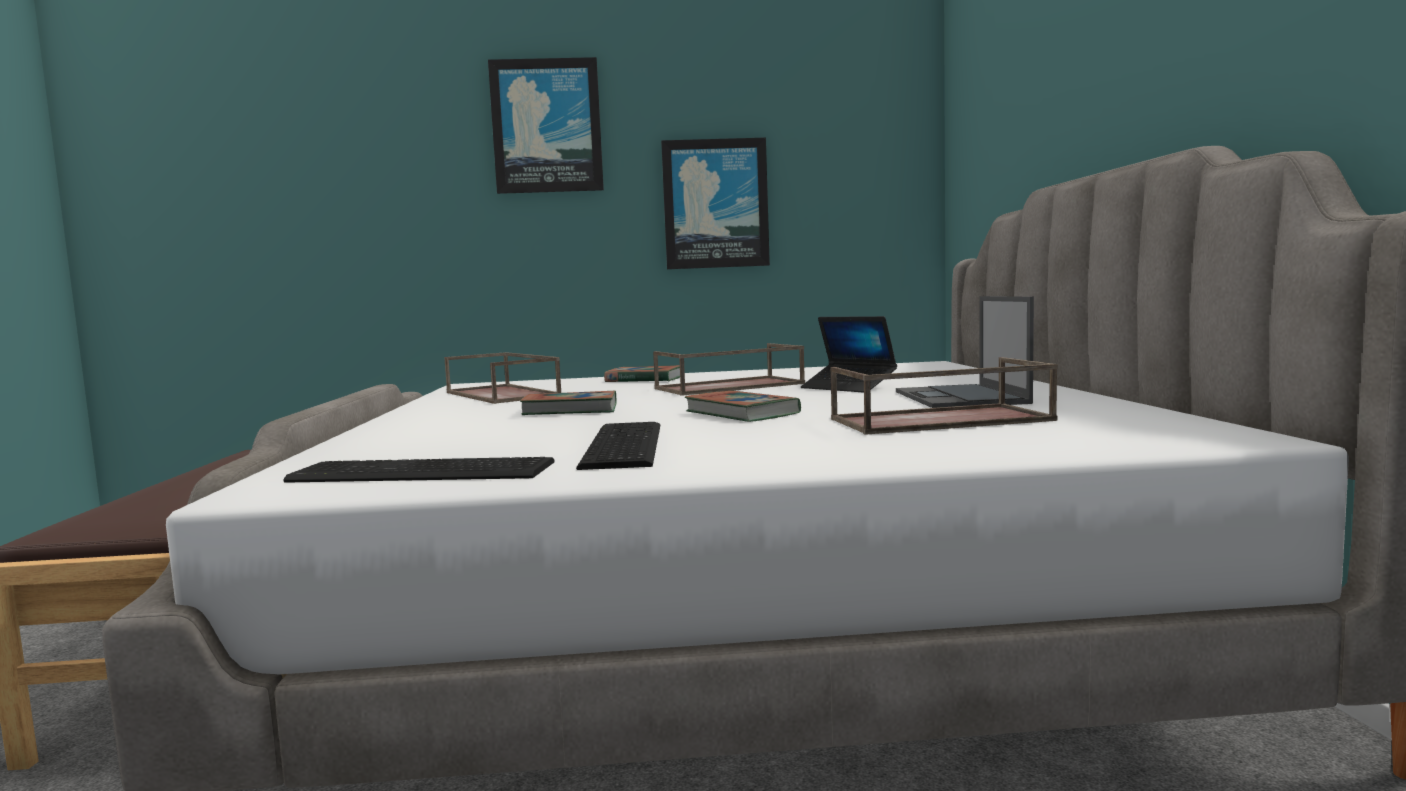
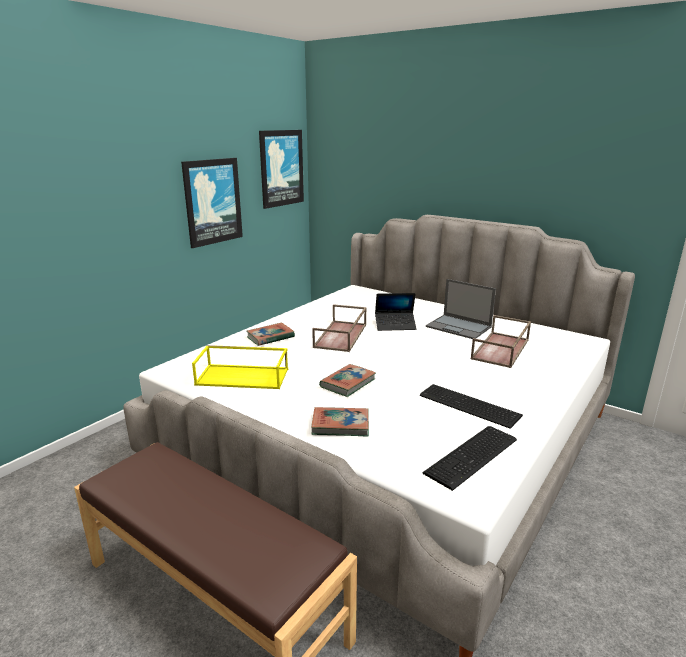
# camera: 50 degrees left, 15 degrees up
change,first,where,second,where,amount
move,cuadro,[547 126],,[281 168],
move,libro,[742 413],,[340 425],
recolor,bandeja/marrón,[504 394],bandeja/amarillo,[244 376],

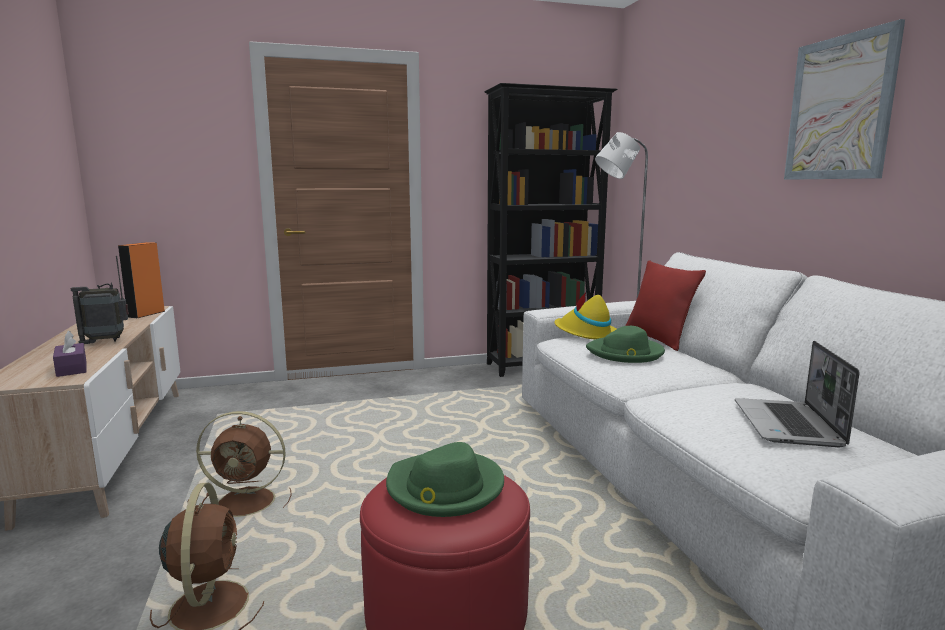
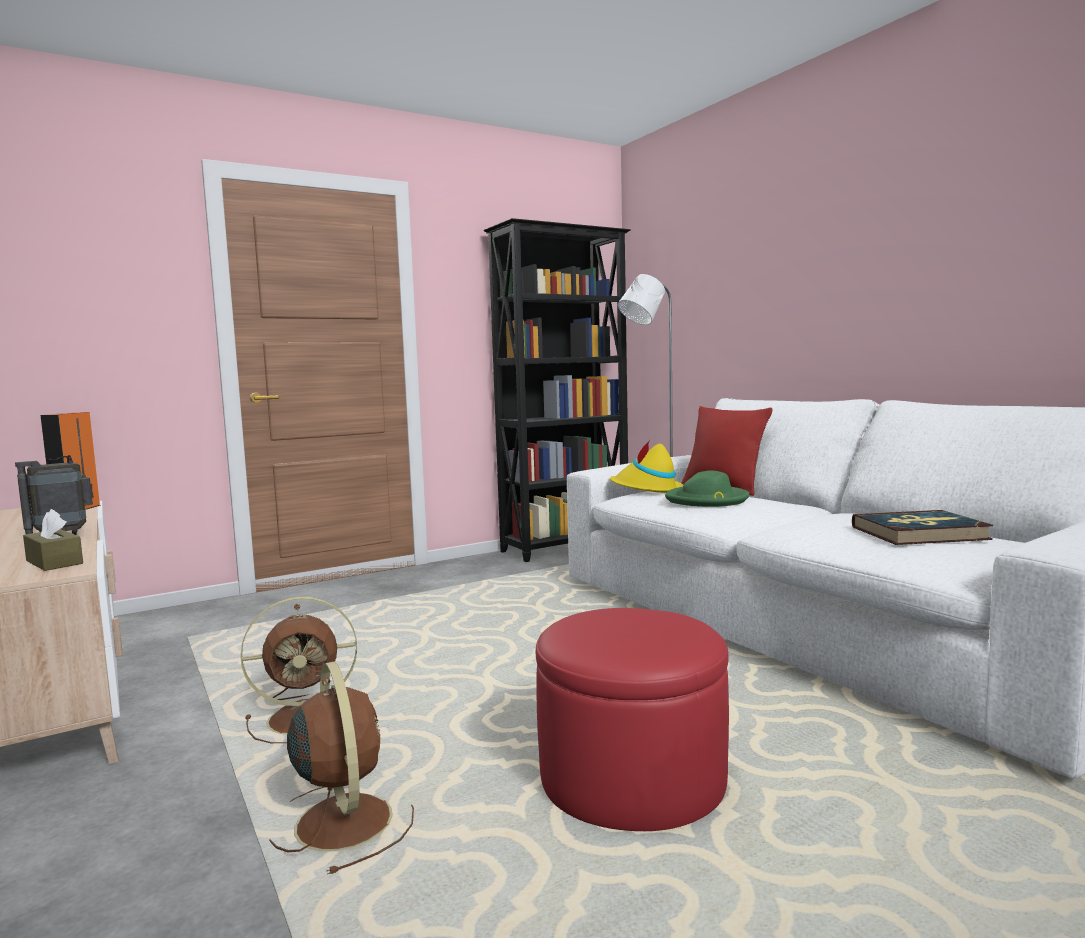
# camera: 15 degrees left, 5 degrees down
change,first,where,second,where,amount
delete,sombrero/verde,[444 488],,,
delete,cuadro,[839 108],,,
replace,portátil,[788 425],libro,[919 533],
recolor,caja de pañuelos/morado,[71 368],caja de pañuelos/marrón,[54 562],

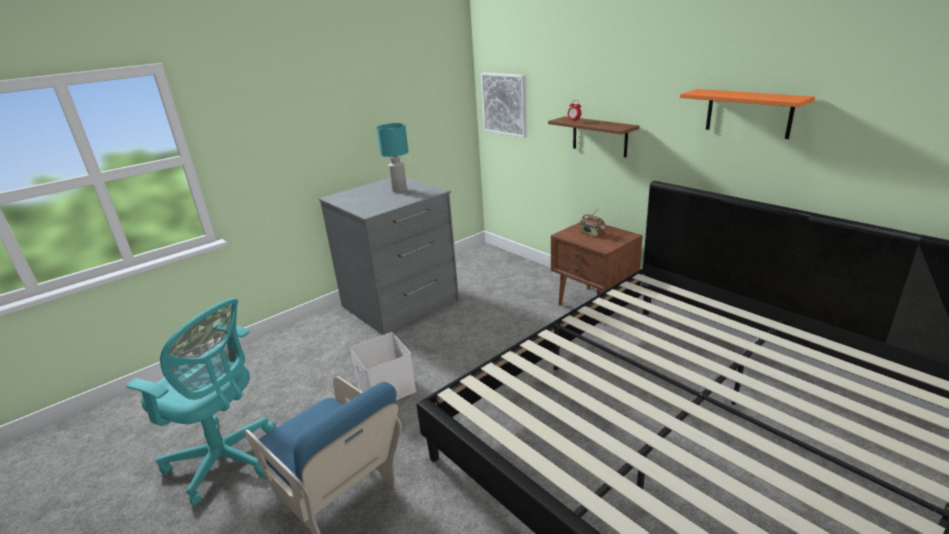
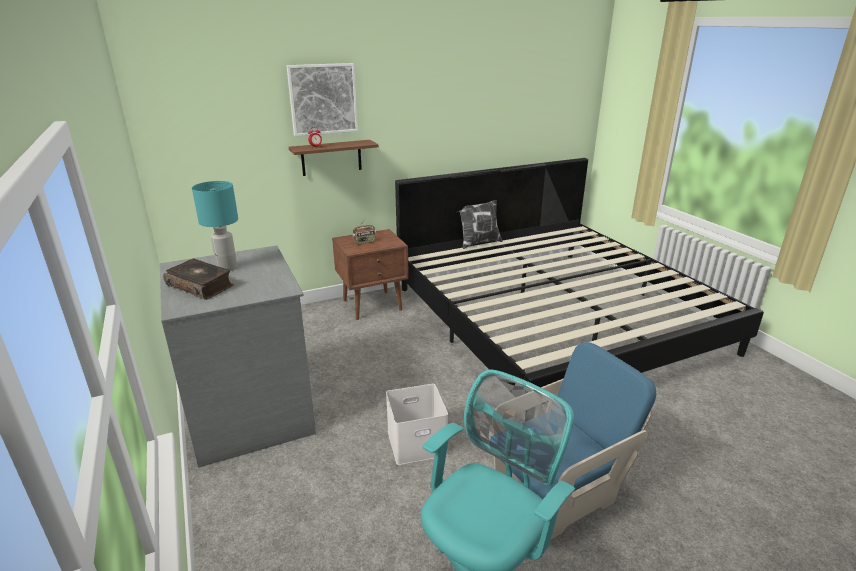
# camera: 75 degrees left, 0 degrees up
change,first,where,second,where,amount
delete,estante/naranja,[748 113],,,
insert,,,libro,[201 286],
insert,,,cojín,[478 243],
move,cuadro,[505 104],,[323 99],

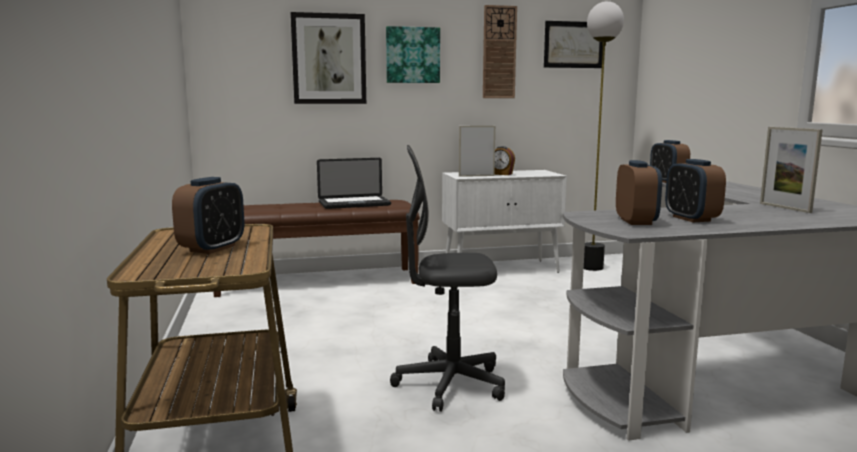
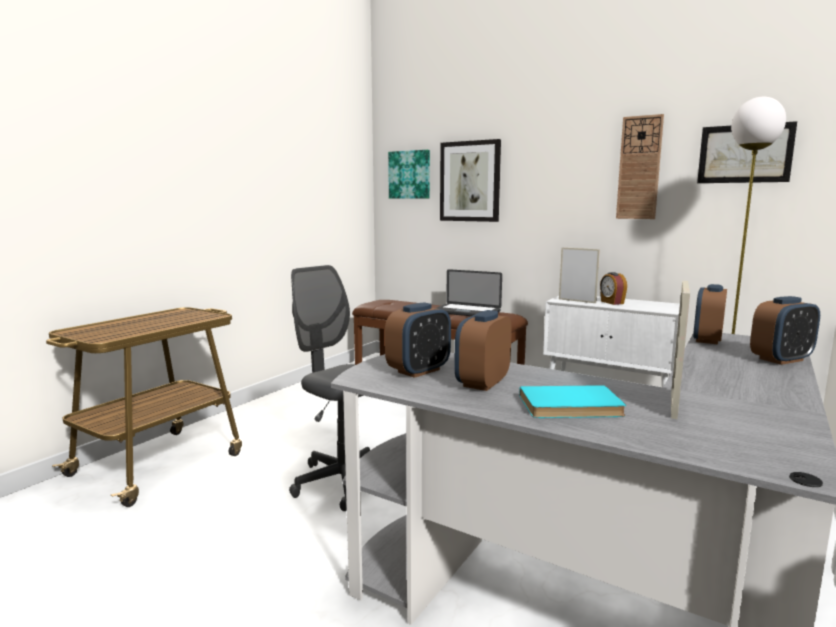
# camera: 45 degrees right, 0 degrees up
change,first,where,second,where,amount
insert,,,libro/turquesa,[571 407],
move,despertador,[212 248],,[781 359],
move,cuadro,[412 55],,[410 175],

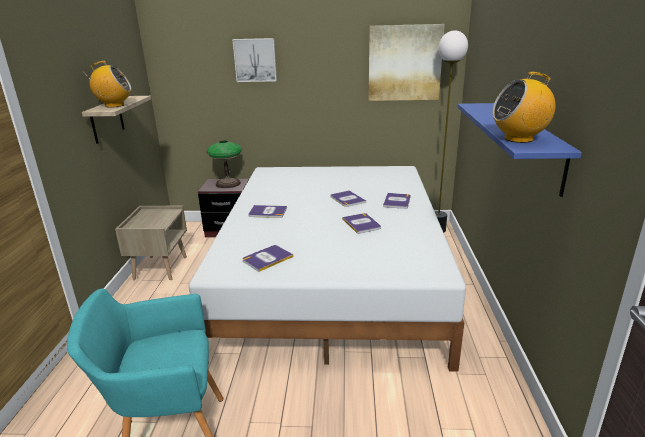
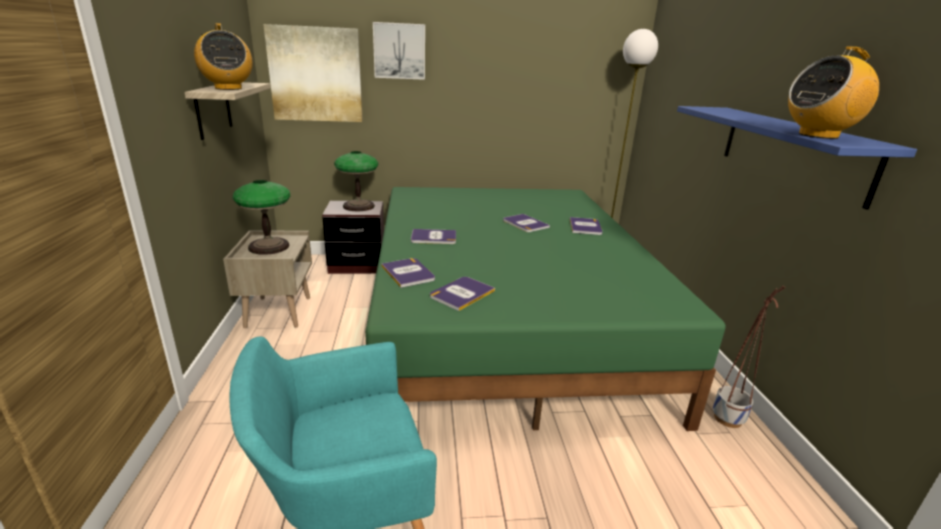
# camera: 10 degrees left, 0 degrees up
change,first,where,second,where,amount
insert,,,lámpara de mesa,[268 247],
insert,,,maceta,[728 419],
move,libro,[361 224],,[408 273],
move,cuadro,[404 63],,[316 74],
recolor,cama/blanco,[332 277],cama/verde,[504 320],
rotate,radio,[114 105],,[228 88],75 degrees clockwise

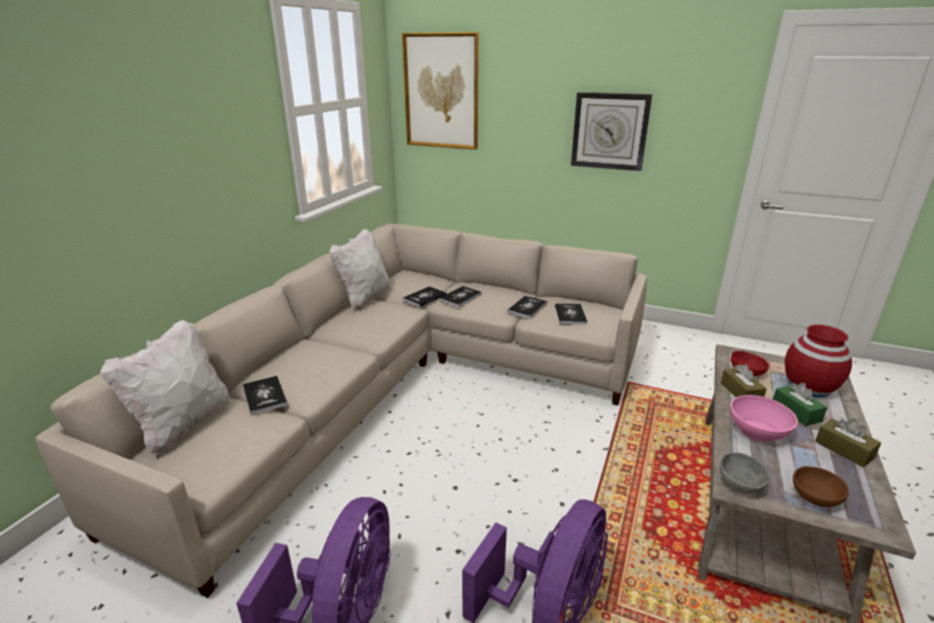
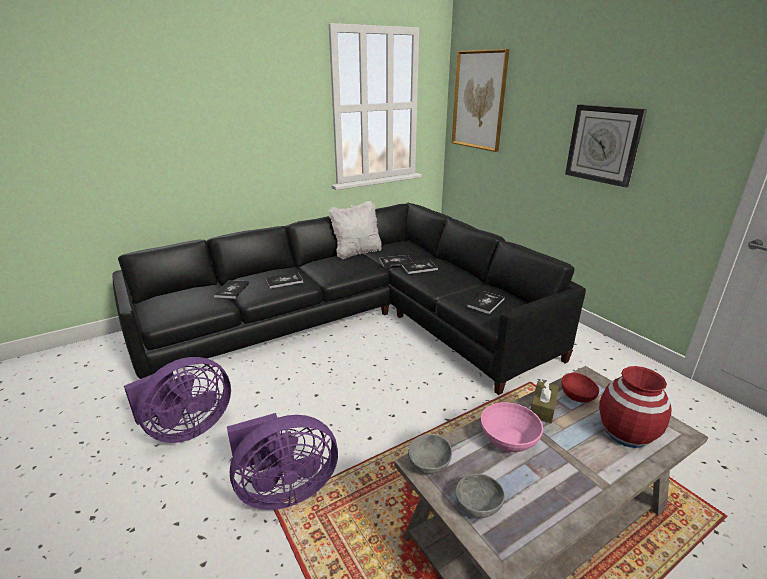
# camera: 35 degrees right, 0 degrees up
change,first,where,second,where,amount
delete,cojín/blanco,[184 425],,,
delete,caja de pañuelos/verde,[796 412],,,
delete,caja de pañuelos/marrón,[844 449],,,
move,libro,[527 308],,[284 281],
recolor,sofá/beis,[403 384],sofá/negro,[358 321],
recolor,cuenco/marrón,[814 497],cuenco/gris,[477 505],

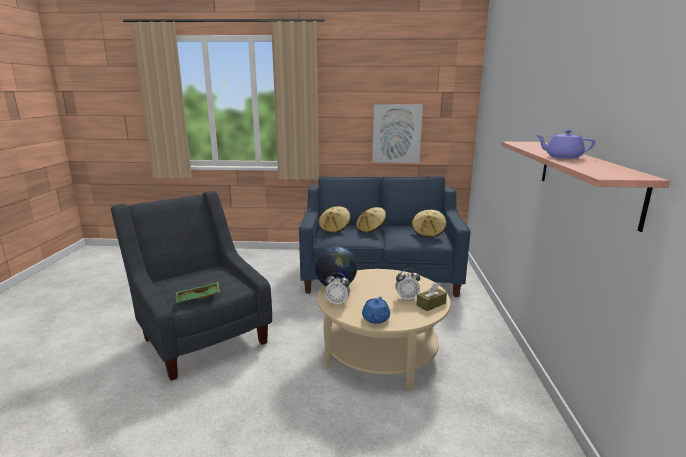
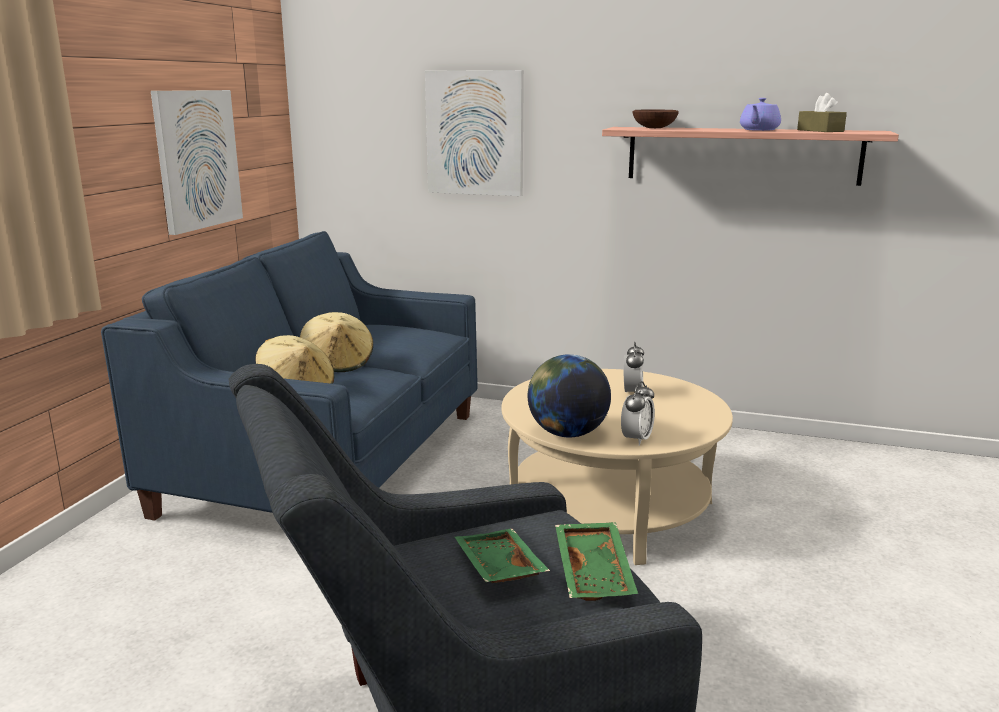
# camera: 75 degrees left, 0 degrees up
change,first,where,second,where,amount
delete,tetera/azul,[375 319],,,
delete,sombrero/beis,[428 233],,,
insert,,,cuadro,[475 133],
insert,,,bandeja/verde,[497 568],
insert,,,cuenco/marrón,[653 128],
move,caja de pañuelos/marrón,[431 304],,[820 131],

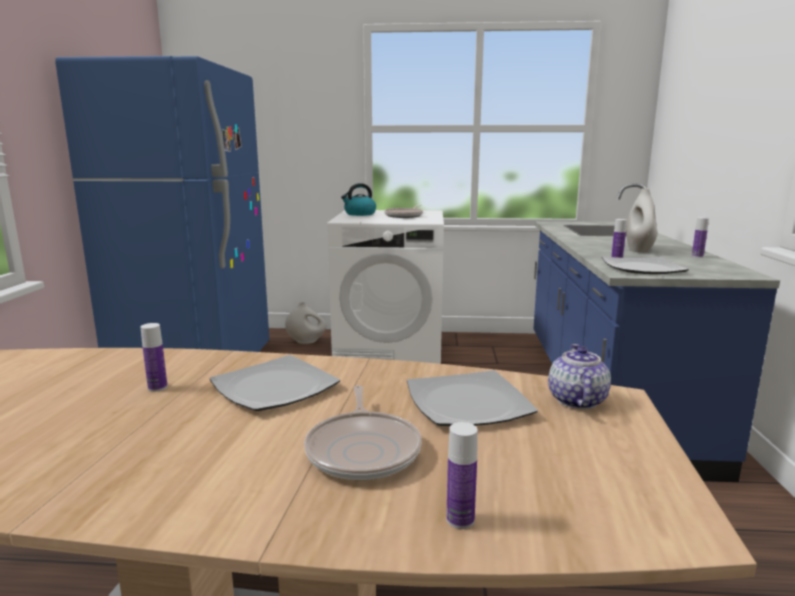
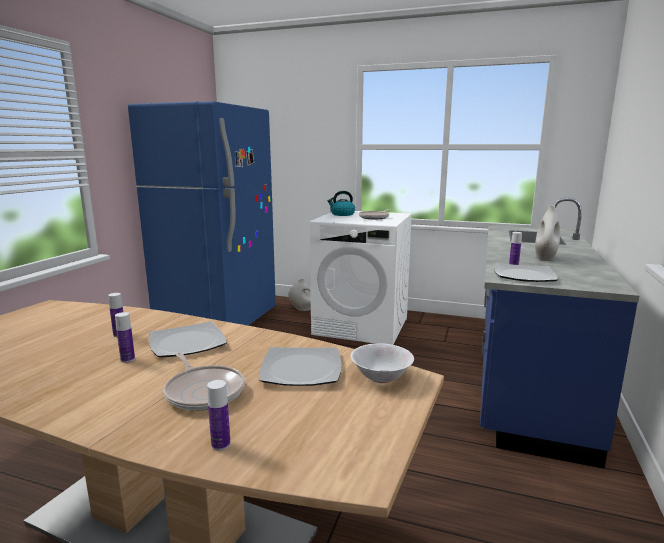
# camera: 15 degrees right, 0 degrees up
change,first,where,second,where,amount
move,botella,[697 256],,[127 359],
replace,tetera,[576 401],cuenco/blanco,[381 377],
rotate,sartén,[363 450],,[204 391],45 degrees counterclockwise

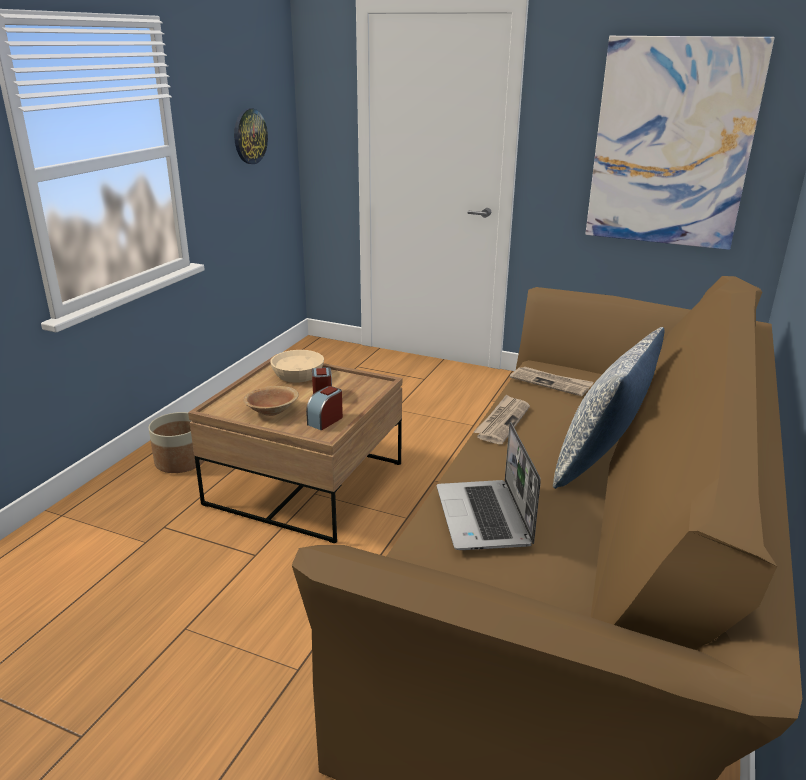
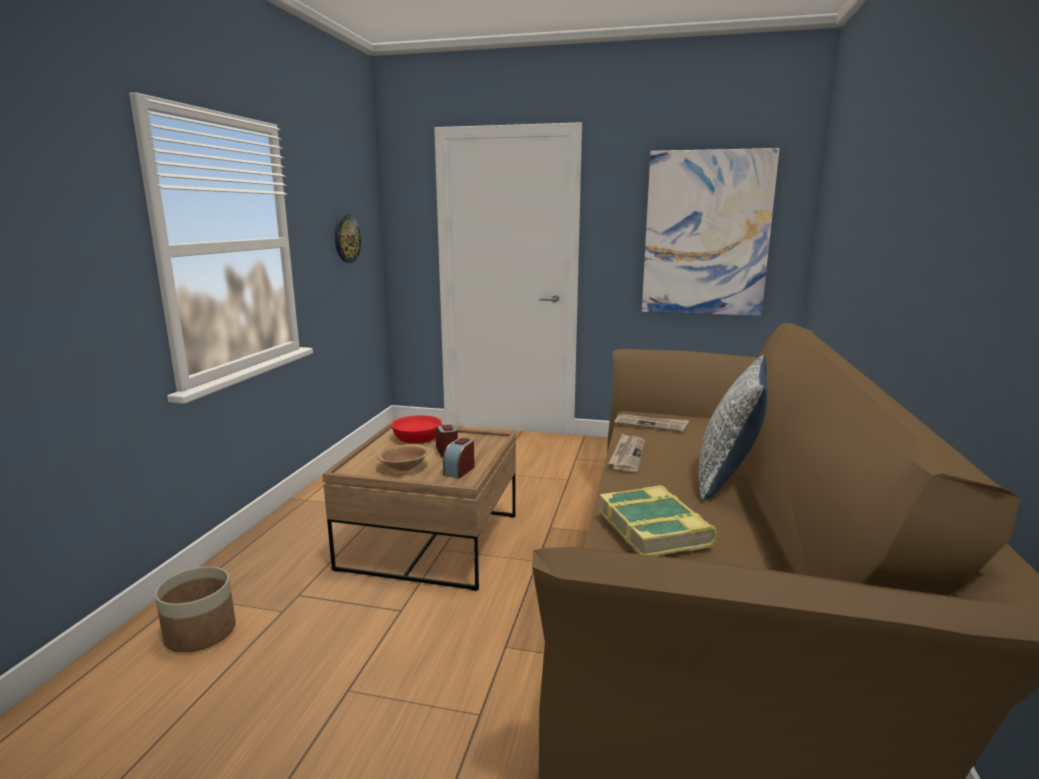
# camera: 10 degrees left, 10 degrees down
change,first,where,second,where,amount
move,maceta,[181 461],,[201 632],
replace,portátil,[484 517],libro,[655 529],
recolor,cuenco/beis,[297 375],cuenco/rojo,[416 437],

